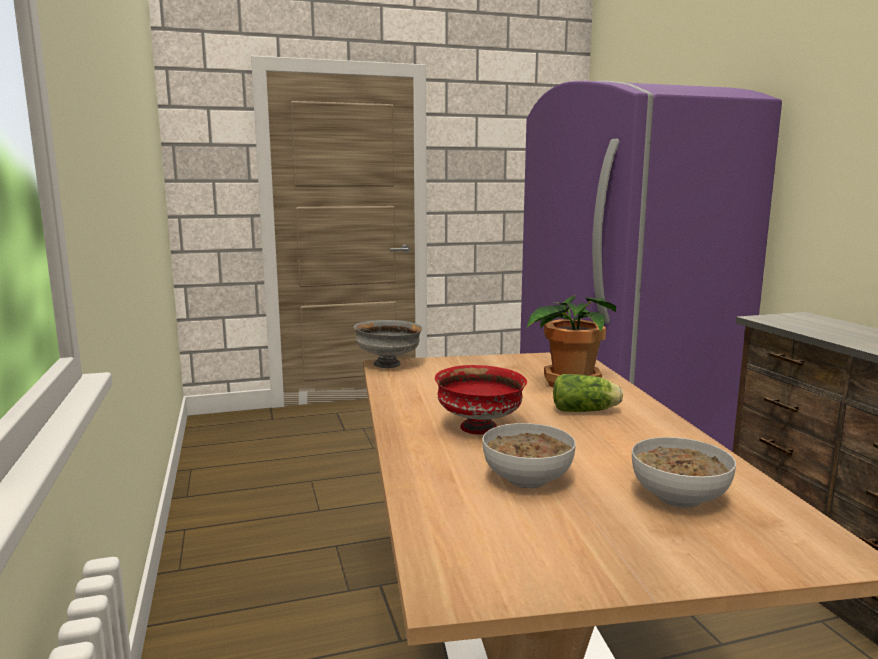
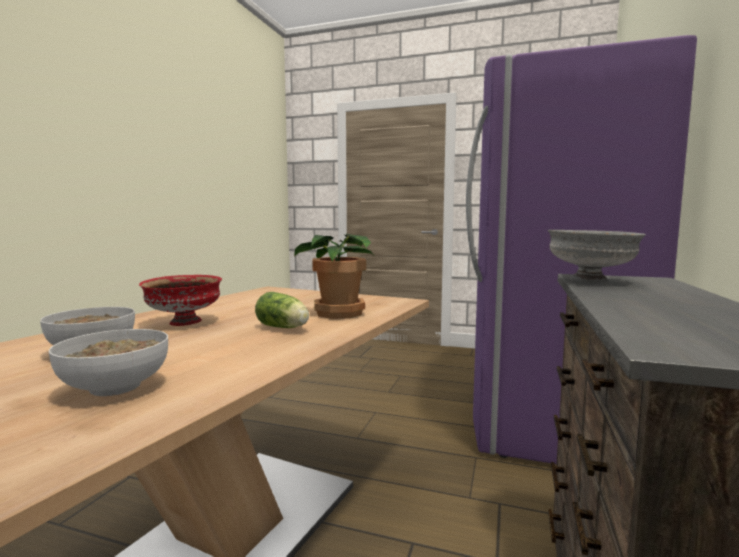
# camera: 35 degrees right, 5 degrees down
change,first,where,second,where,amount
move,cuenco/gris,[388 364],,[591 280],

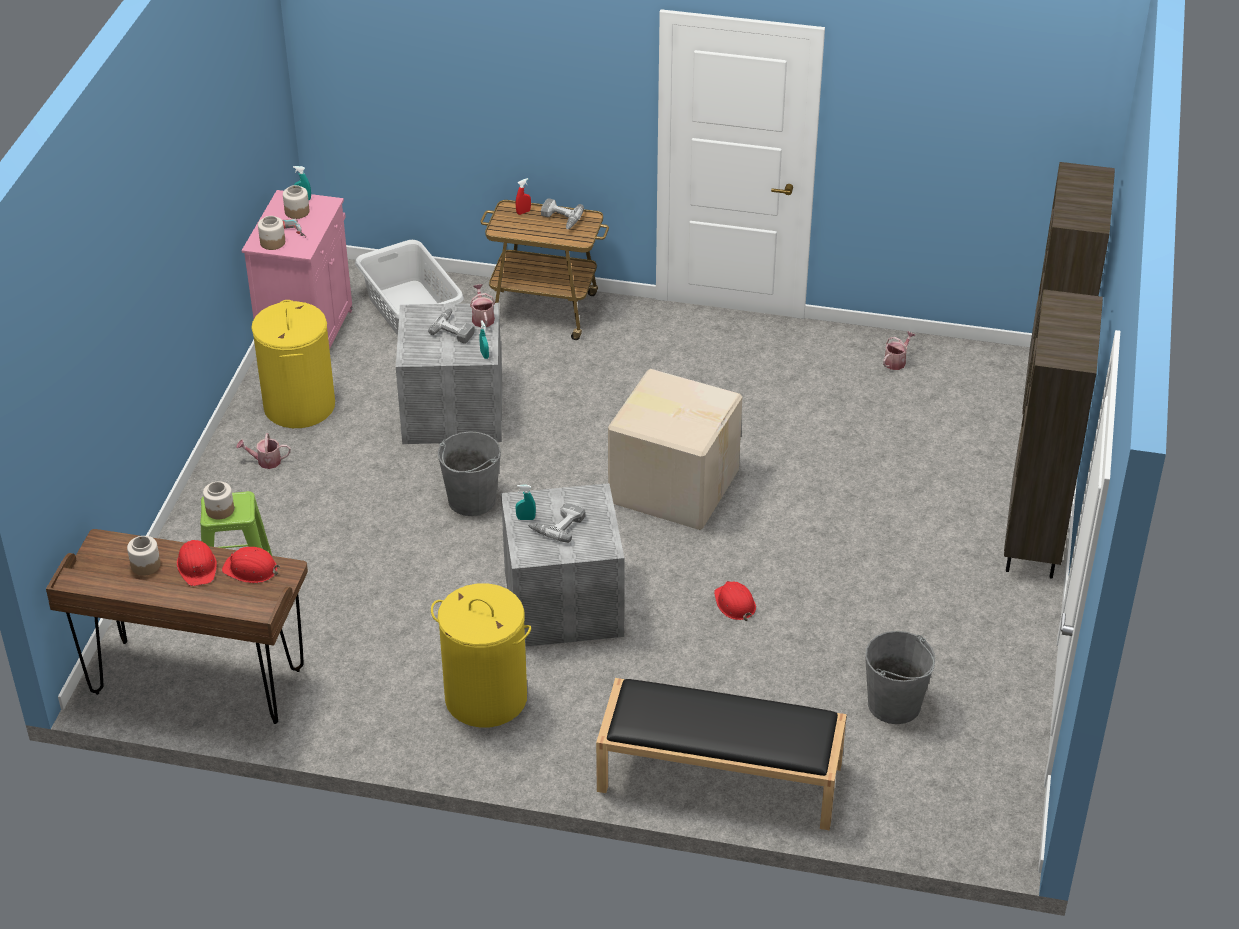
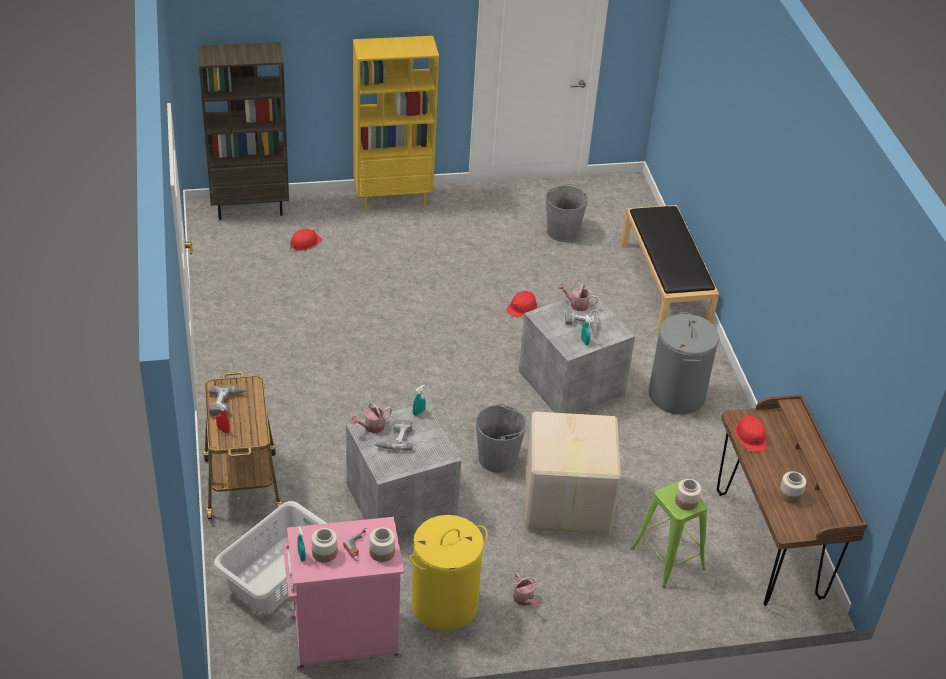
# camera: 115 degrees left, 0 degrees up
change,first,where,second,where,amount
move,casco/rojo,[197 566],,[305 243],
move,caja de cartón,[673 485],,[566 502],
move,regadera,[896 361],,[576 304],
recolor,cesto de la ropa/amarillo,[485 698],cesto de la ropa/gris,[677 395],
recolor,estantería/marrón,[1034 543],estantería/amarillo,[393 199],

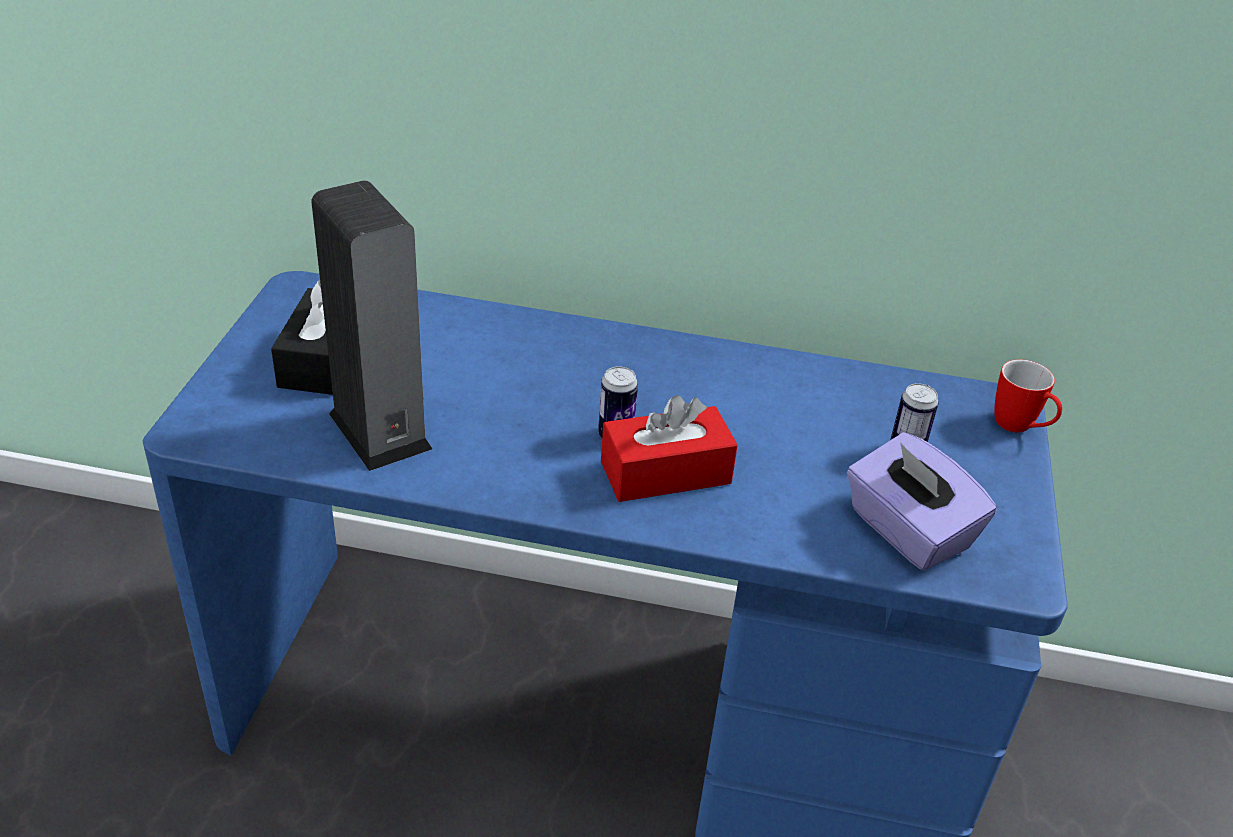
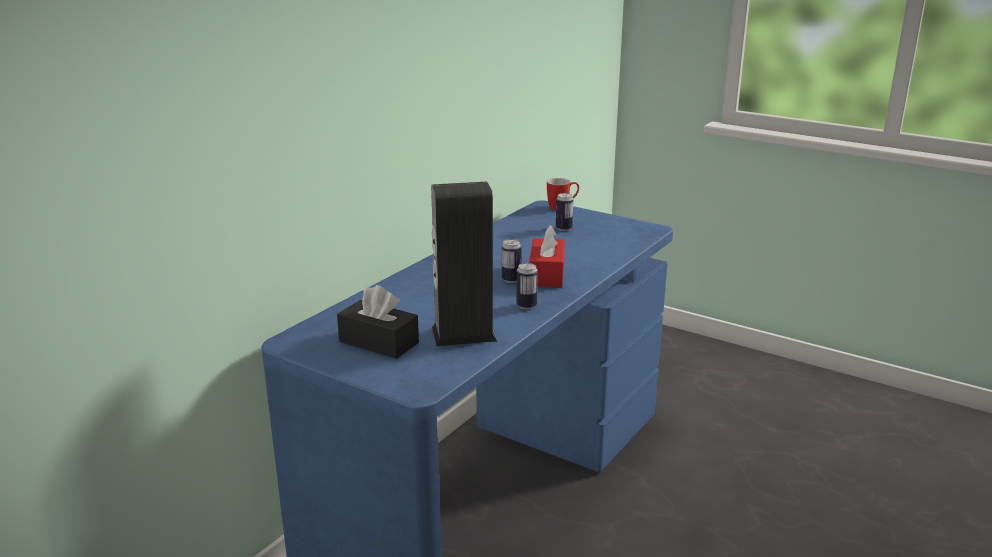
# camera: 65 degrees left, 15 degrees down
change,first,where,second,where,amount
delete,caja de pañuelos/morado,[907 531],,,
insert,,,lata,[526 306],

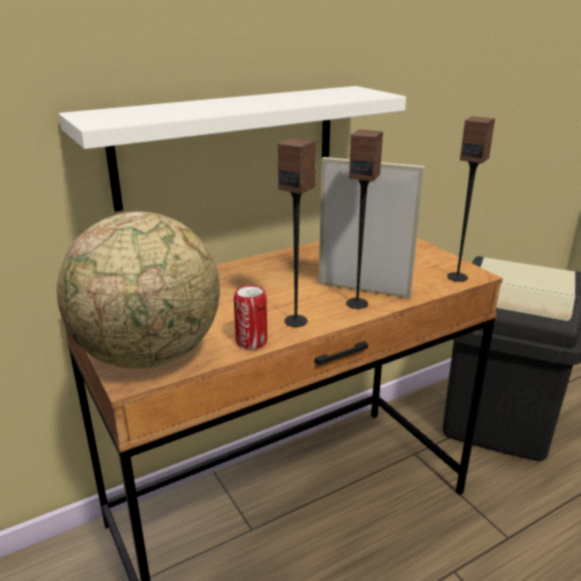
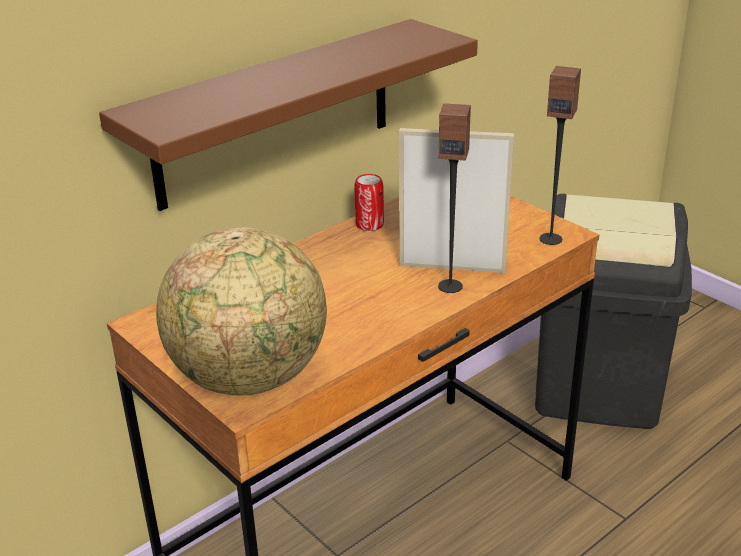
# camera: 10 degrees left, 5 degrees up
change,first,where,second,where,amount
delete,altavoz,[296 321],,,
move,lata,[251 341],,[369 225],
recolor,estante/blanco,[228 145],estante/marrón,[275 113],

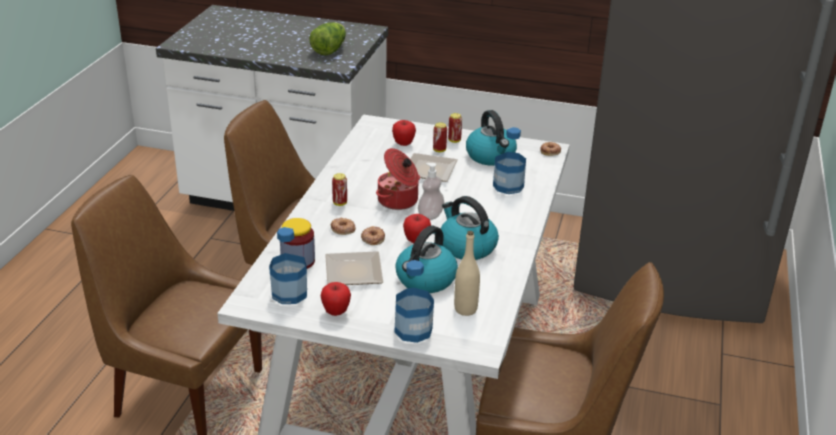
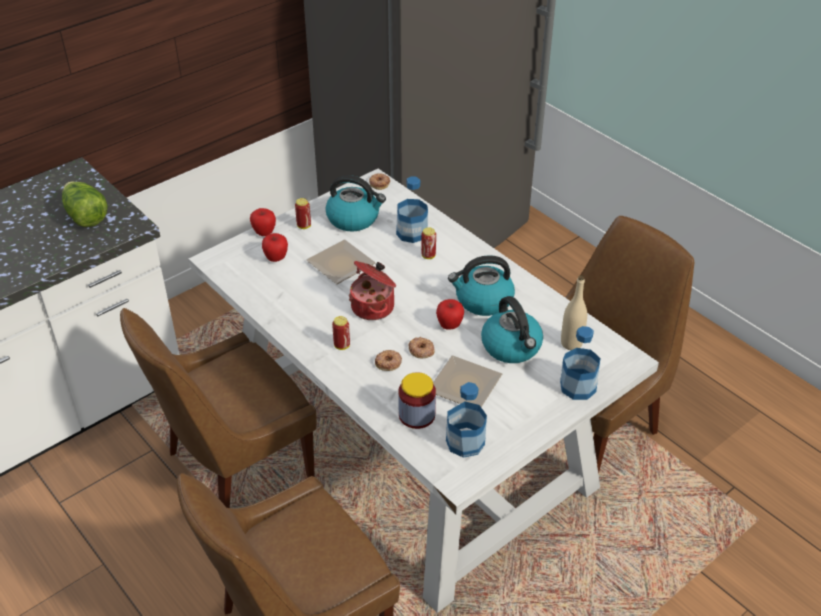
# camera: 55 degrees left, 10 degrees up
change,first,where,second,where,amount
delete,dispensador de jabón,[430 215],,,
move,manzana,[336 312],,[264 233],
move,lata,[439 150],,[428 256],

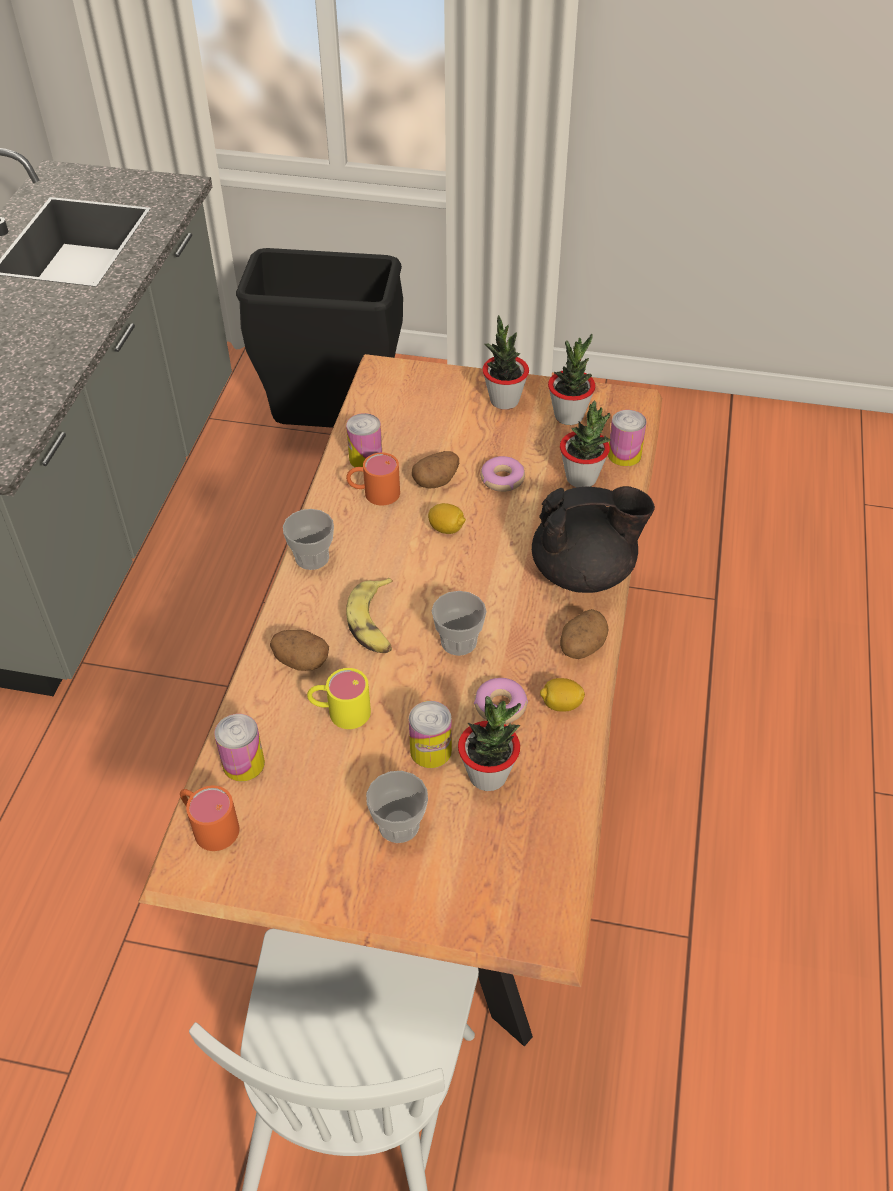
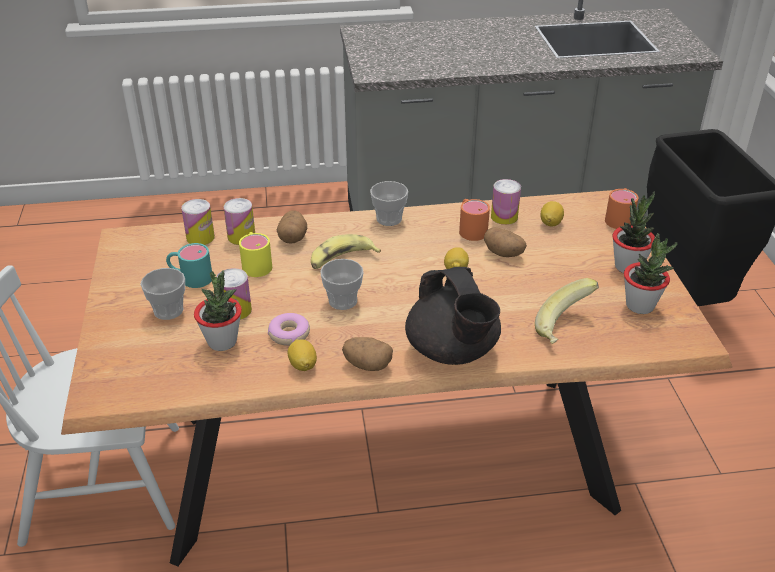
# camera: 70 degrees right, 10 degrees down
change,first,where,second,where,amount
delete,rosquilla,[502 479],,,
insert,,,taza grande/turquesa,[190 277],
insert,,,limón,[550 223],
move,taza grande/naranja,[209 825],,[619 218],
move,lata,[624 455],,[241 236],
replace,planta en maceta,[581 478],plátano,[565 328],

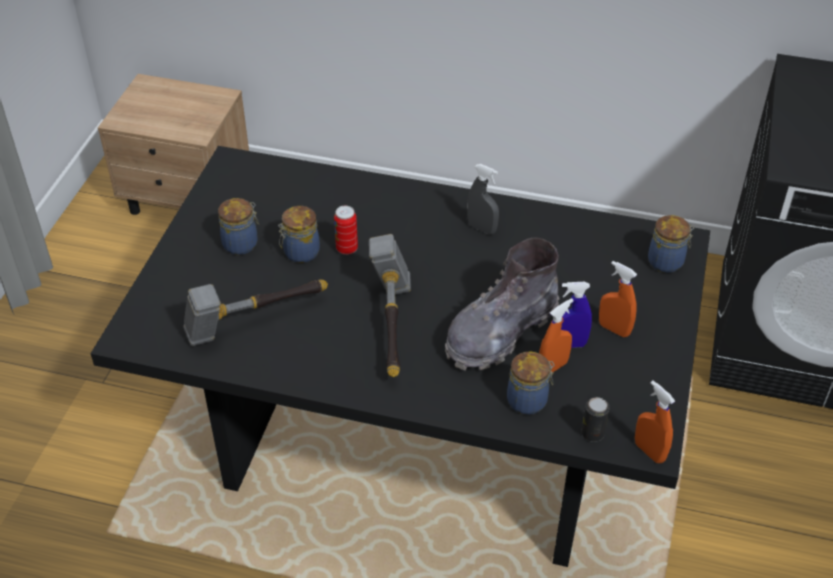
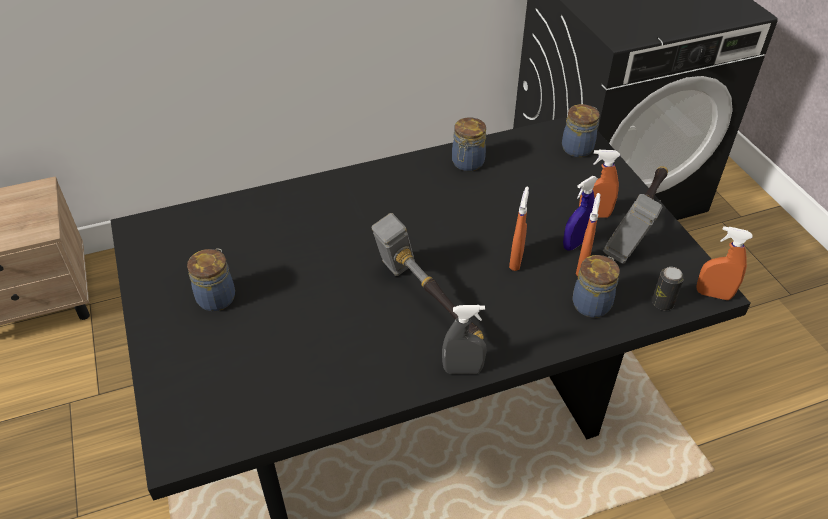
# camera: 35 degrees left, 0 degrees up
change,first,where,second,where,amount
delete,lata,[347 249],,,
move,martillo,[254 323],,[638 225],
move,tarro,[300 253],,[467 163],
move,pulverizador/gris,[482 228],,[462 370],
replace,bota/gris,[500 332],pulverizador/naranja,[516 260],

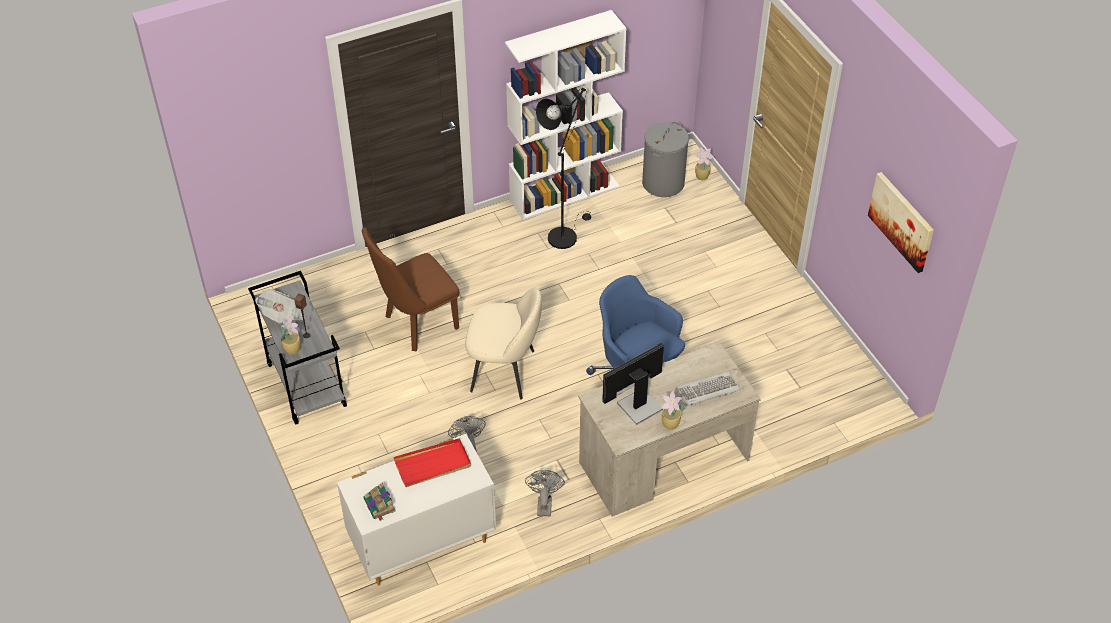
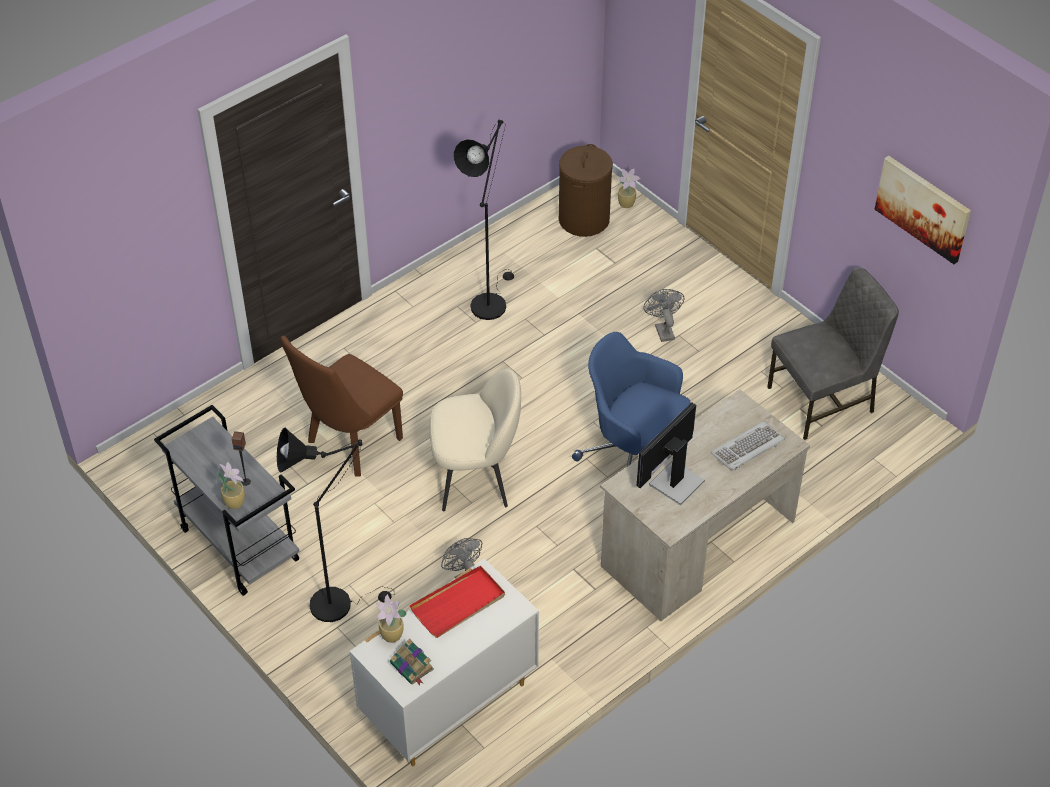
# camera: 15 degrees left, 0 degrees up
change,first,where,second,where,amount
delete,periódico,[282 315],,,
delete,estantería/blanco,[565 193],,,
insert,,,lámpara de pie/negro,[338 602],
insert,,,silla/gris,[823 400],
move,ventilador/gris,[544 503],,[663 329],
move,planta en maceta,[670 425],,[392 636],
recolor,cesto de la ropa/gris,[663 182],cesto de la ropa/marrón,[584 219],

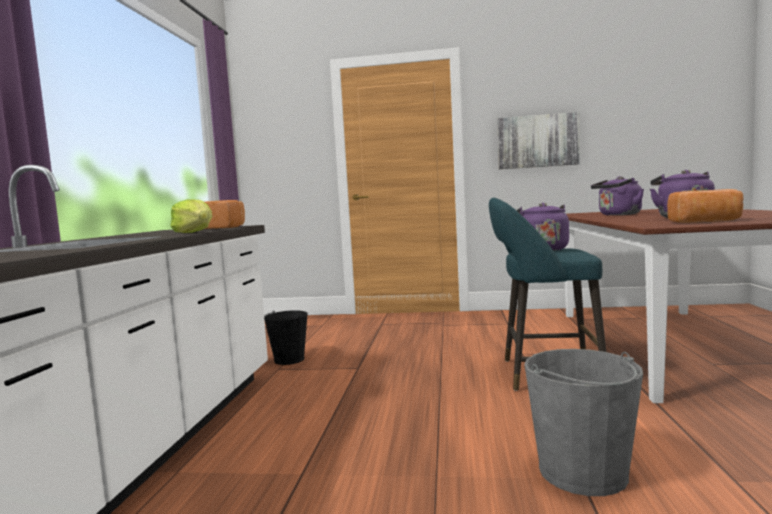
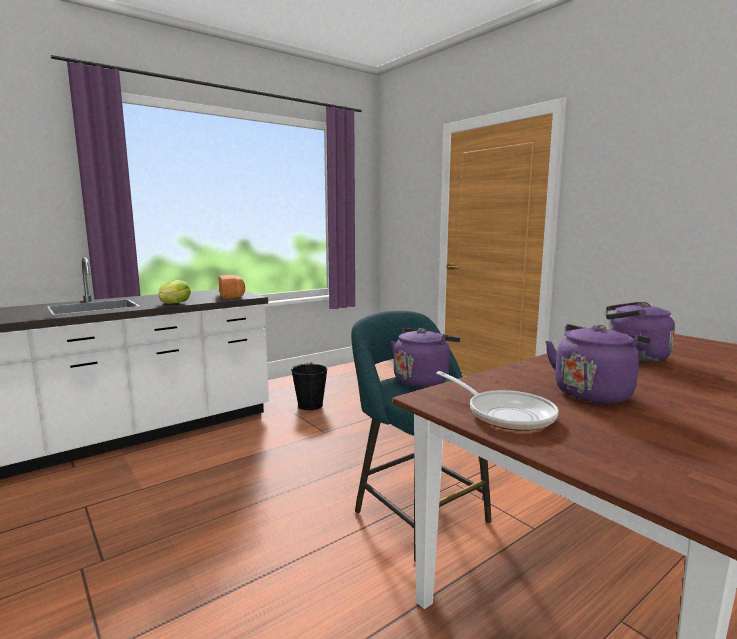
# camera: 45 degrees right, 5 degrees up
change,first,where,second,where,amount
delete,cuadro,[537 141],,,
delete,cubo/gris,[583 472],,,
replace,pan,[706 221],sartén,[505 414],

